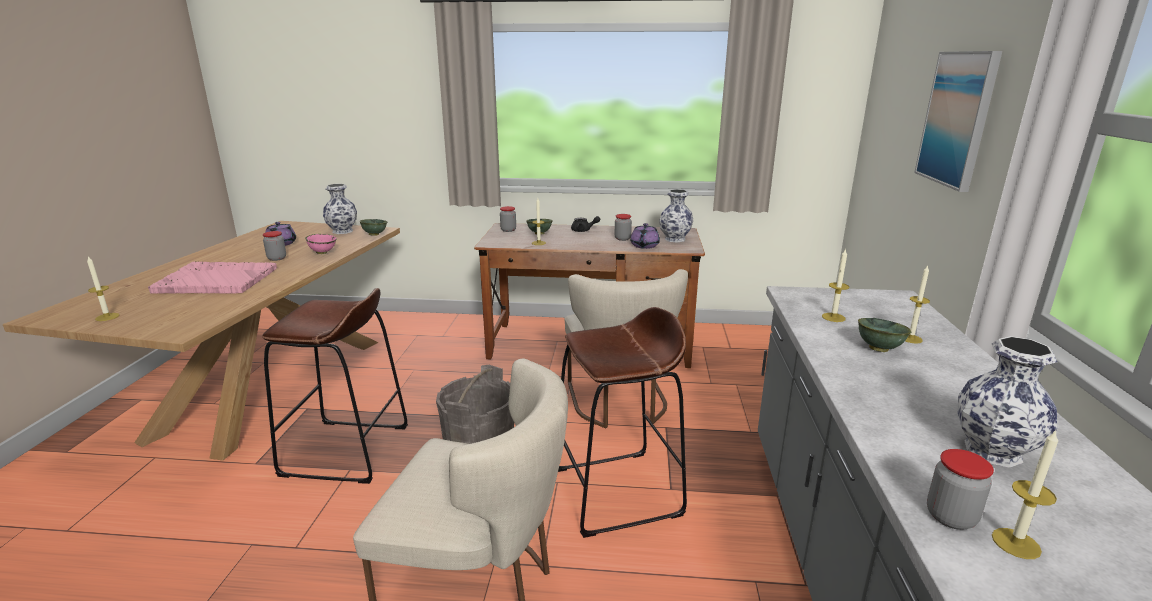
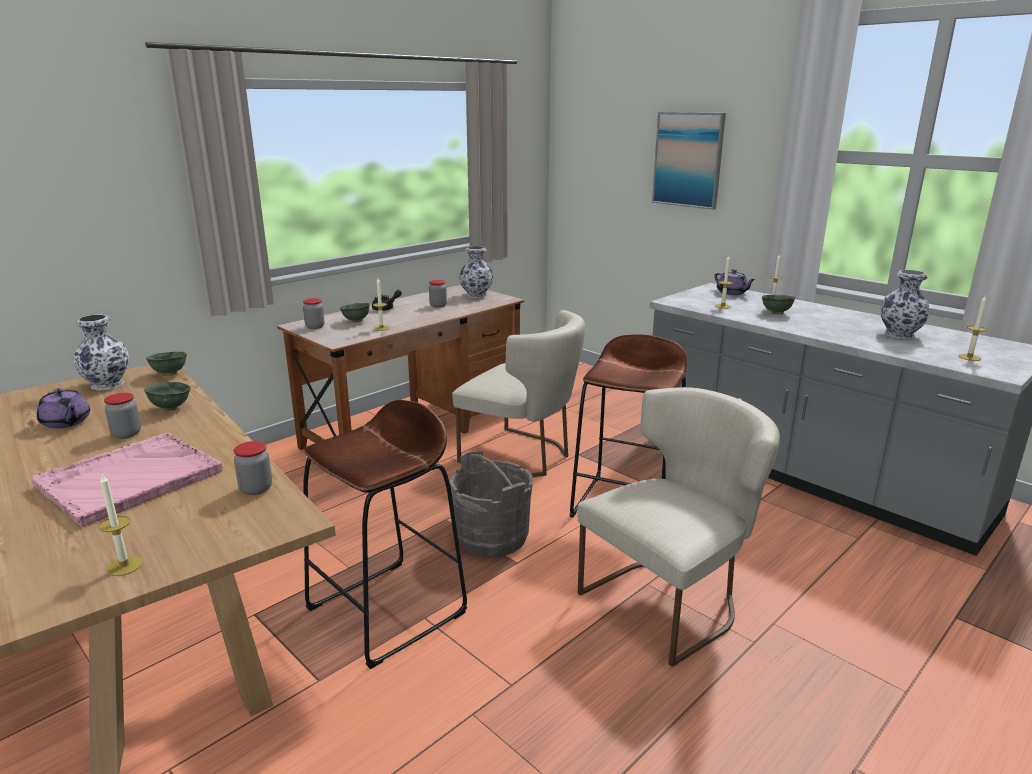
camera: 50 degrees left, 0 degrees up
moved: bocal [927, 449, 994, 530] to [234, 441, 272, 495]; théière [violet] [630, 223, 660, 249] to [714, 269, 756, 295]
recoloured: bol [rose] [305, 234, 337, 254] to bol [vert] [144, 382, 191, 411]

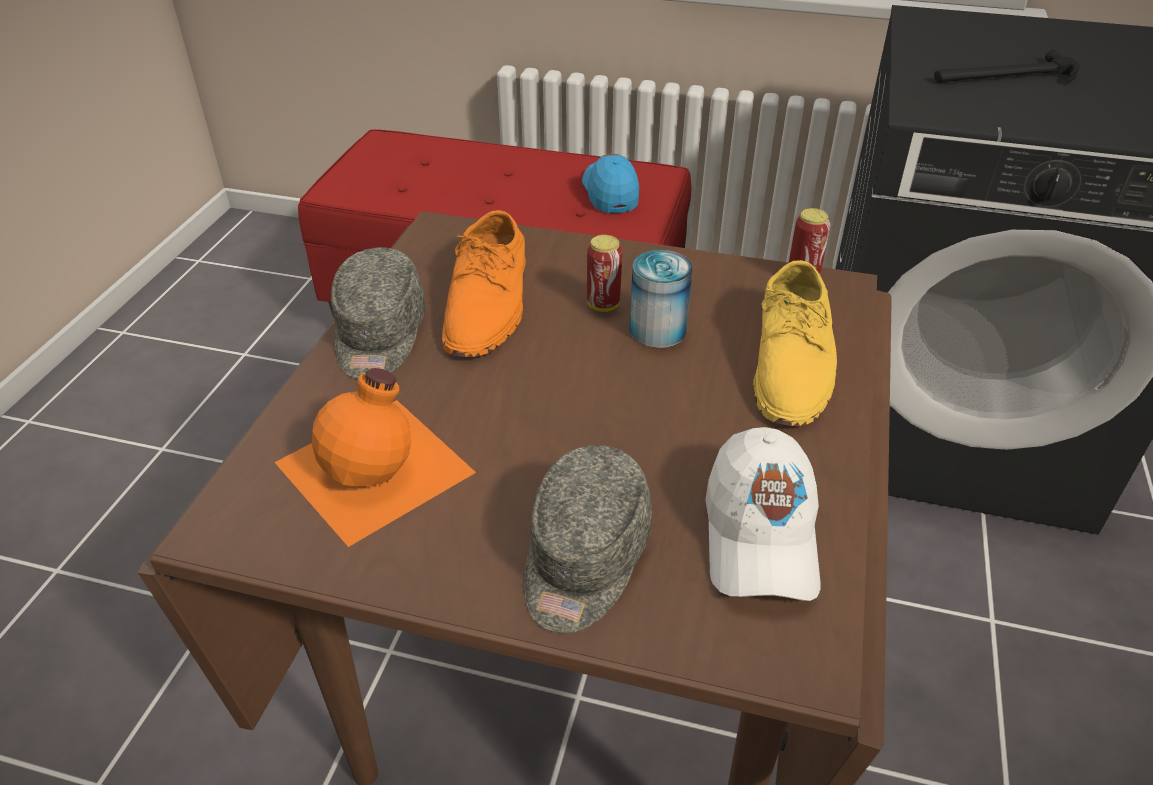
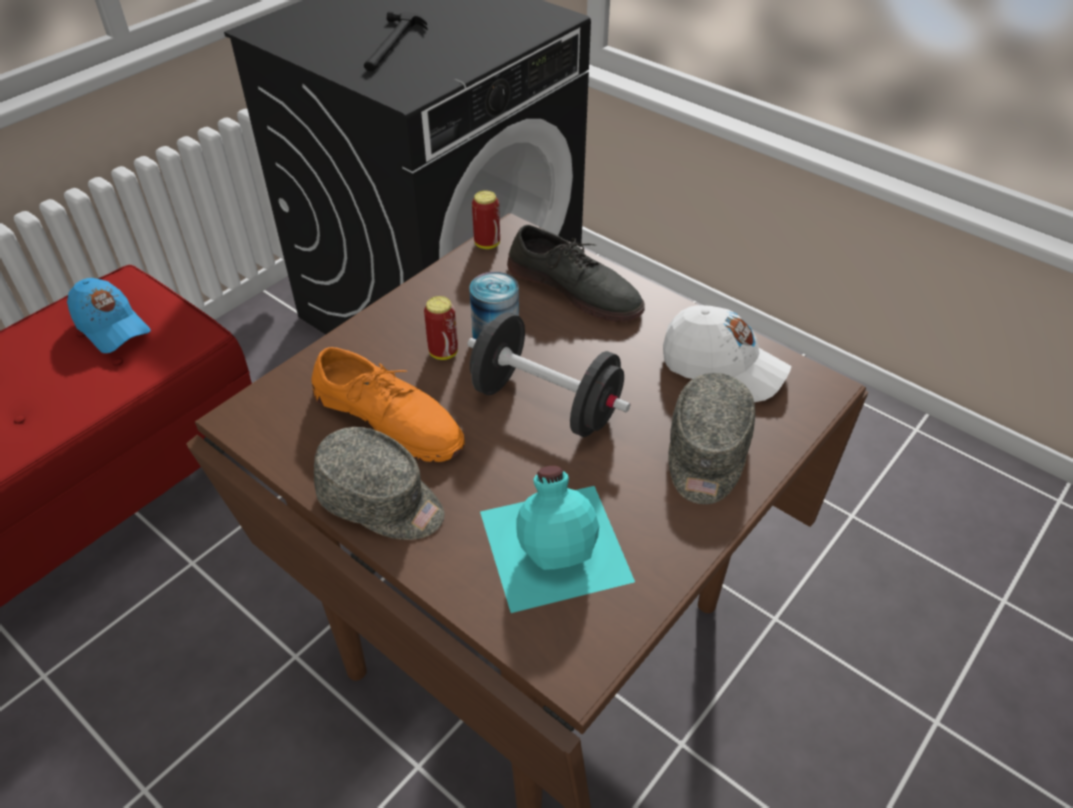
camera: 65 degrees left, 5 degrees up
added: haltère [noir] [467, 312, 630, 437]
recoloured: bouteille [orange] [275, 368, 476, 547] to bouteille [turquoise] [480, 466, 635, 613]; chaussure [jaune] [753, 260, 837, 426] to chaussure [gris] [507, 225, 645, 322]
turned: casquette [bleu] [582, 154, 639, 213] = [67, 278, 150, 353] 150 degrees counterclockwise; casquette [gris] [524, 445, 651, 633] = [668, 373, 755, 504] 60 degrees clockwise

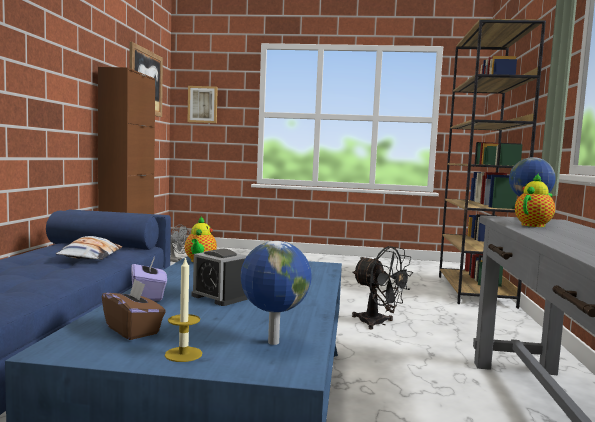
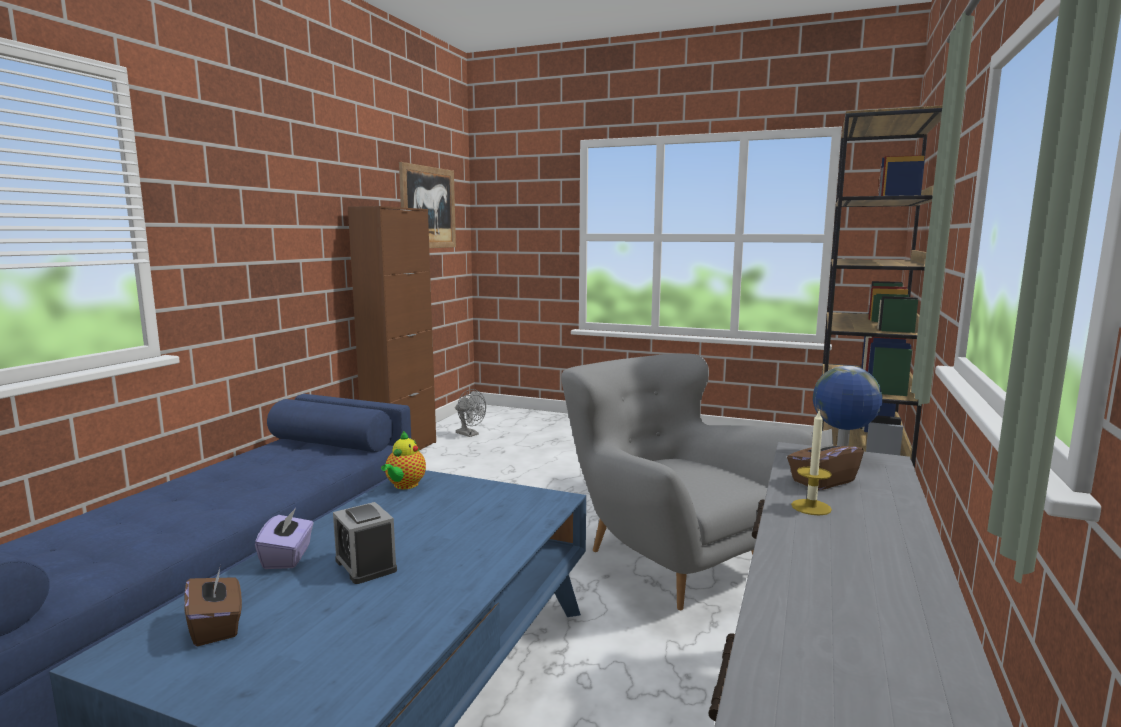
camera: 15 degrees right, 5 degrees up
removed: coussin [56, 236, 122, 260]; tableau [188, 86, 218, 123]; globe [241, 241, 312, 345]
moved: bougie [164, 257, 202, 362] to [791, 409, 832, 515]
replaced: ventilateur [noir] [352, 246, 413, 330] to fauteuil [gris] [561, 353, 812, 610]; théière [515, 173, 555, 227] to boîte à mouchoirs [marron] [787, 429, 864, 490]

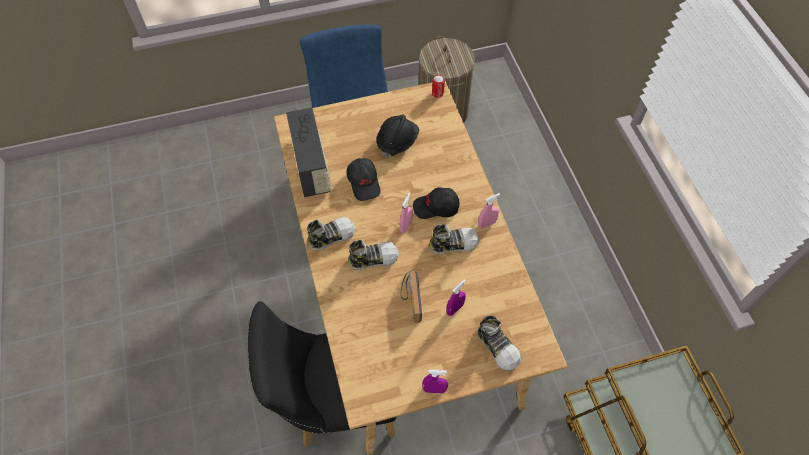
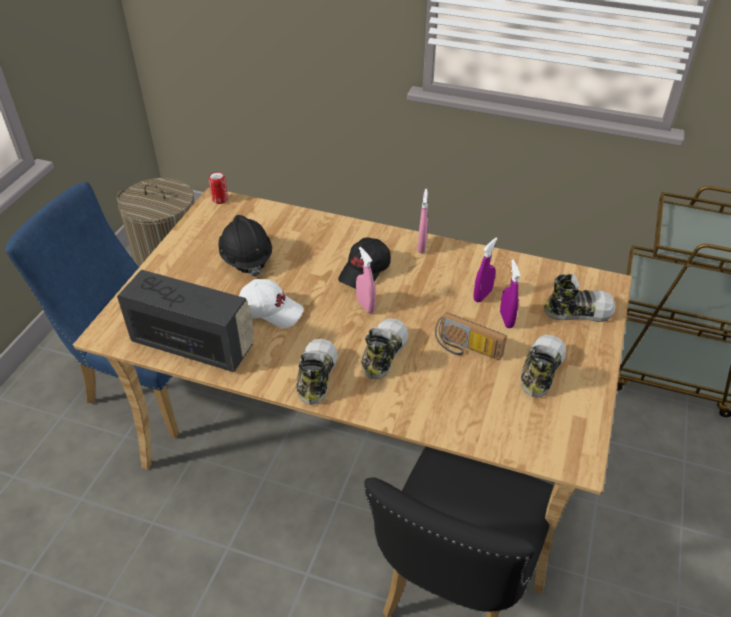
camera: 55 degrees left, 15 degrees down
moved: vaporisateur [violet] [422, 370, 448, 394] to [473, 238, 498, 302]; chaussure [428, 224, 479, 254] to [521, 335, 566, 397]
recoloured: casquette [noir] [347, 158, 381, 201] to casquette [blanc] [239, 279, 304, 328]

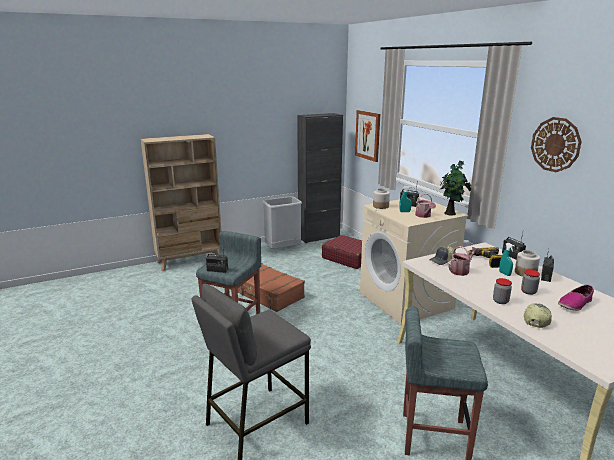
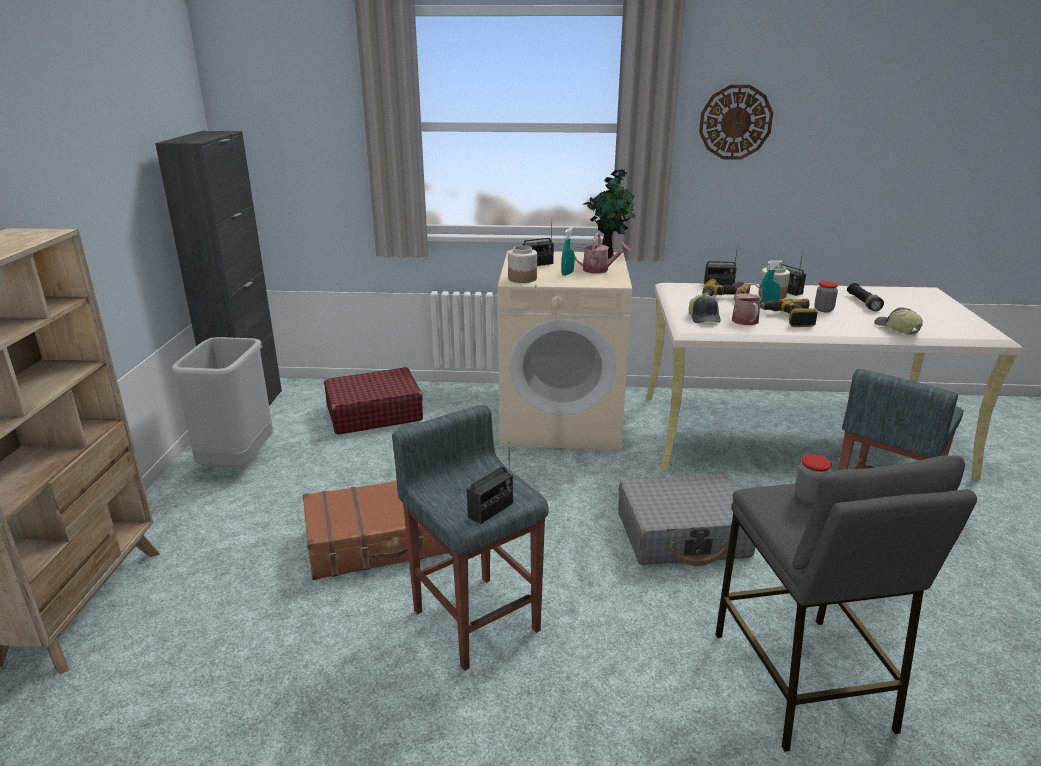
camera: 60 degrees left, 5 degrees up
removed: tableau [355, 110, 380, 162]
added: valise [gris] [618, 474, 755, 566]; perceuse [760, 299, 818, 327]
moved: bocal [493, 278, 512, 304] to [795, 454, 832, 505]
replaced: chaussure [558, 285, 594, 311] to lampe de poche [noir] [847, 283, 884, 311]

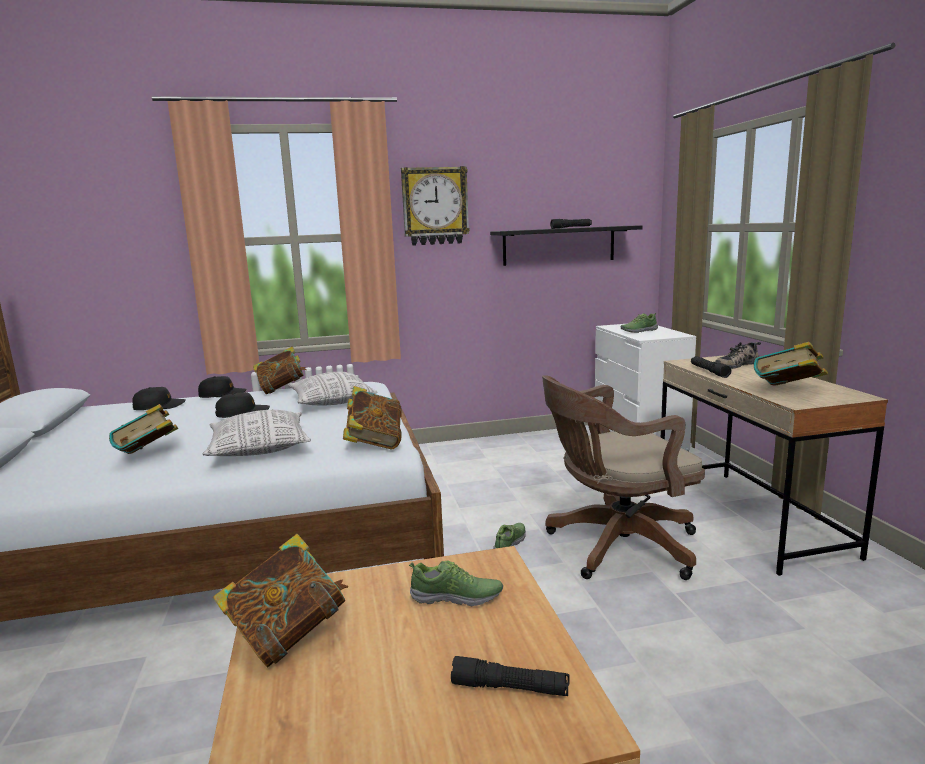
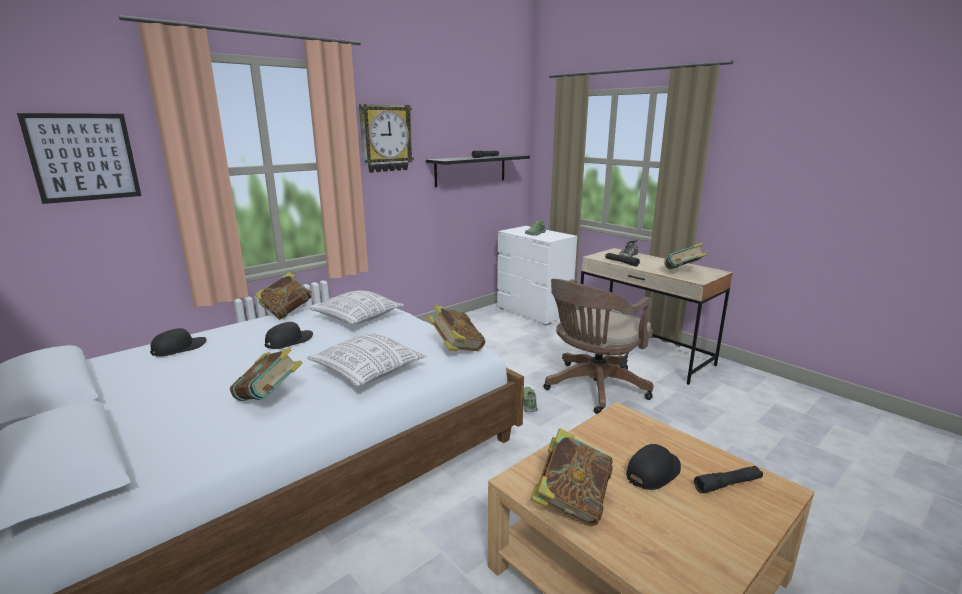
camera: 30 degrees left, 5 degrees up
removed: chaussure [409, 561, 503, 606]
added: tableau [17, 113, 141, 204]
moved: casquette [noir] [198, 376, 247, 398] to [626, 444, 681, 490]

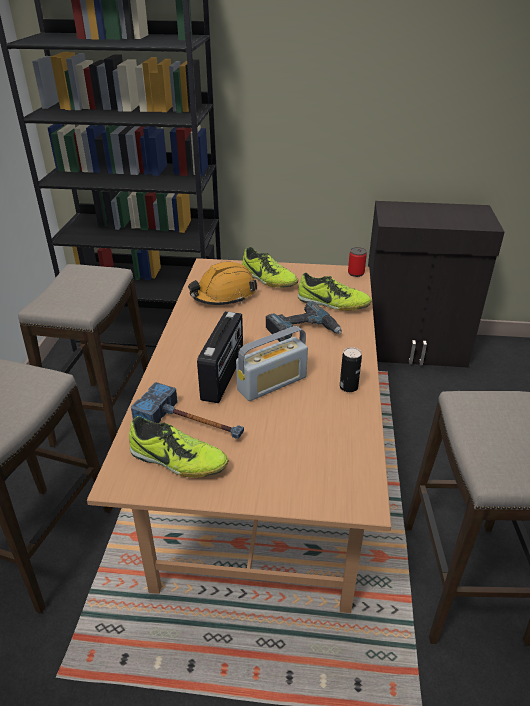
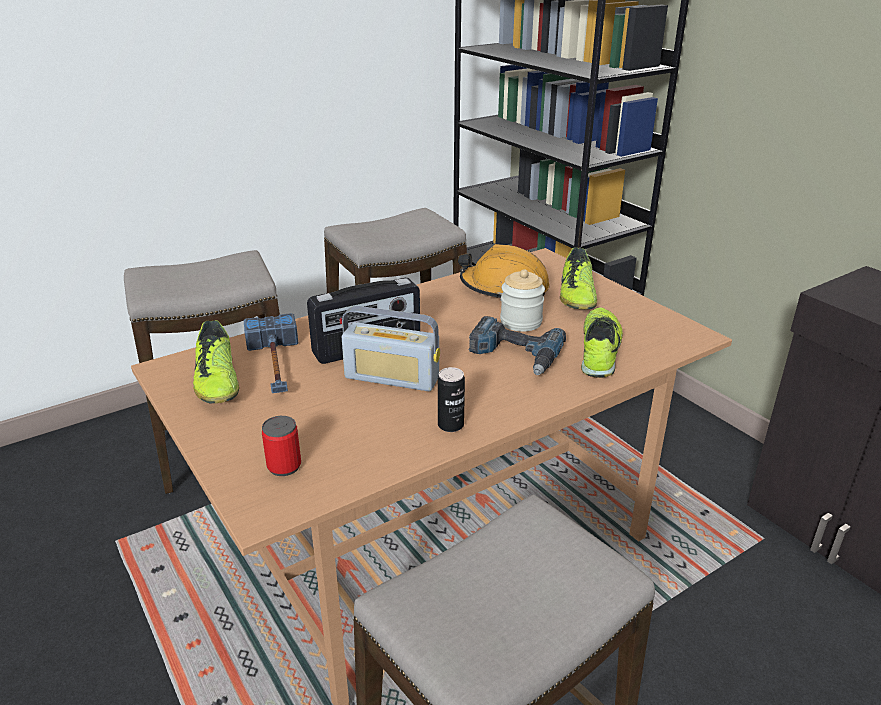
camera: 50 degrees right, 5 degrees down
added: bocal [500, 269, 545, 332]
moved: boîte métallique [348, 247, 367, 277] to [262, 416, 301, 476]
turned: chaussure [298, 273, 372, 311] = [581, 308, 623, 378] 150 degrees counterclockwise

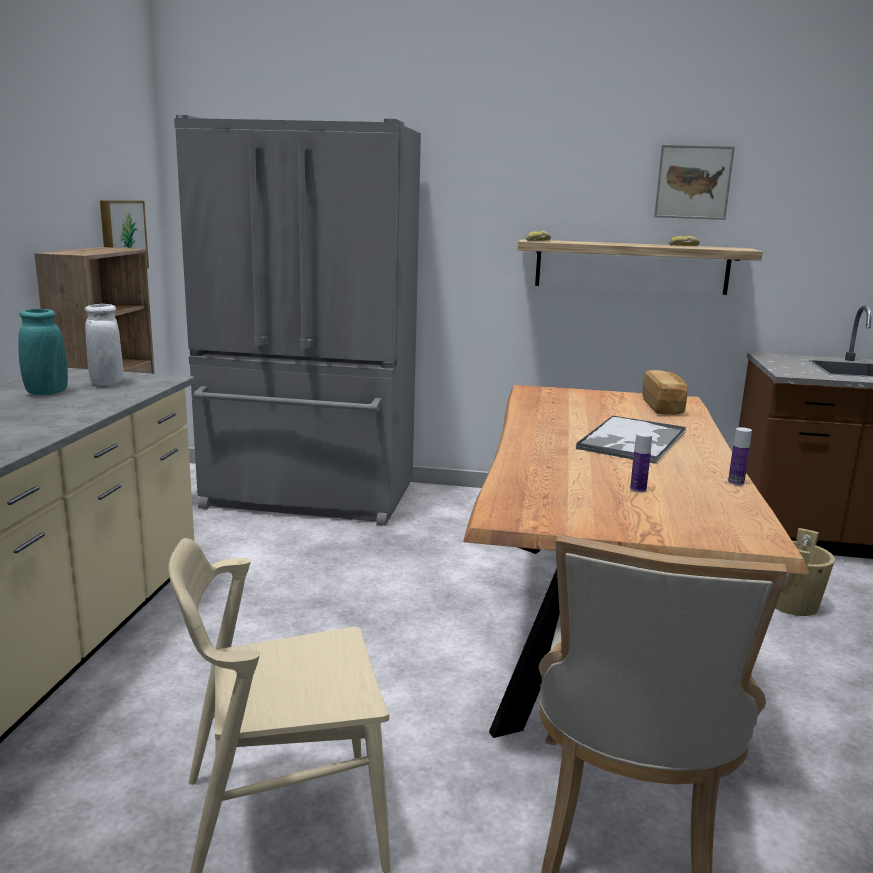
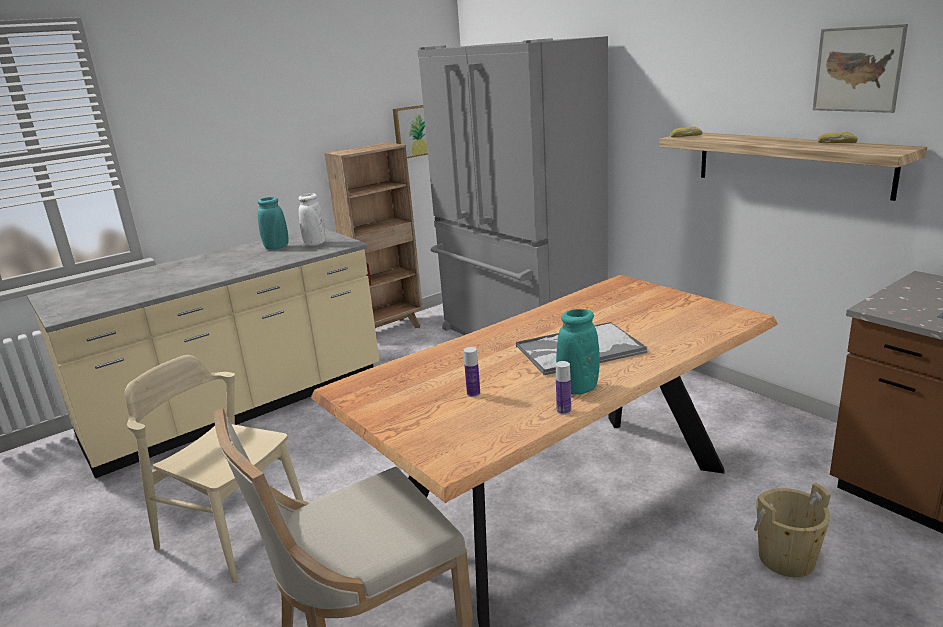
camera: 45 degrees right, 5 degrees up
removed: pain [642, 370, 688, 415]
added: vase [turquoise] [556, 309, 600, 395]

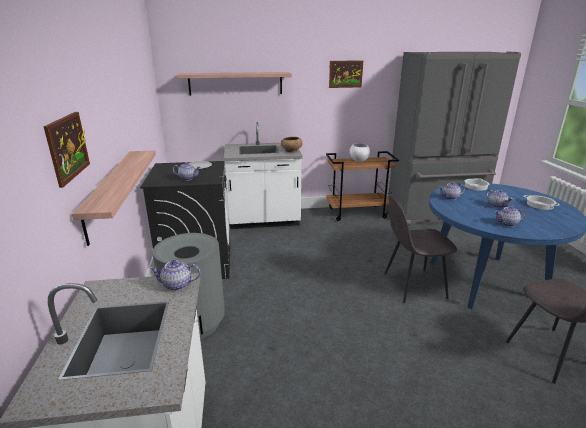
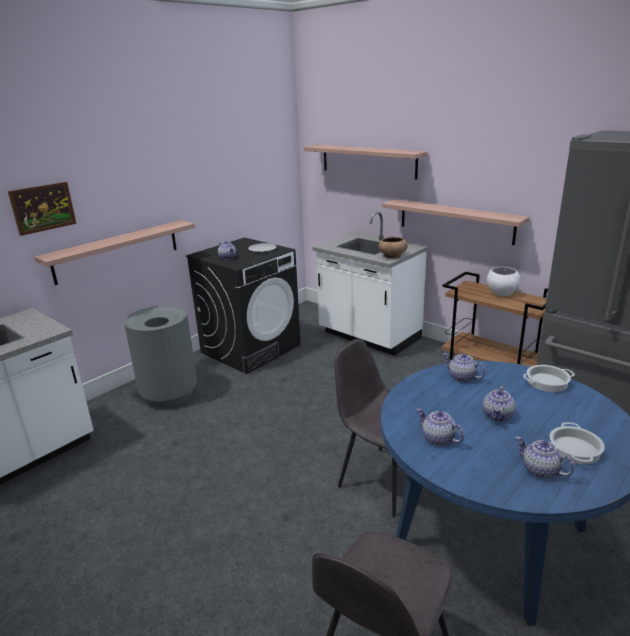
camera: 50 degrees right, 0 degrees up
removed: tableau [329, 61, 363, 88]
added: étagère [382, 199, 530, 245]
moved: théière [149, 260, 200, 291] to [515, 436, 574, 479]

